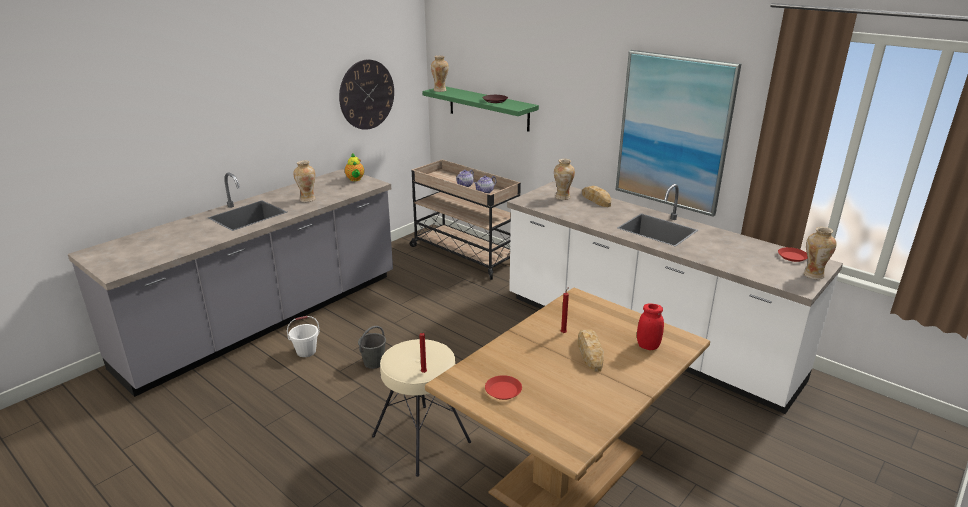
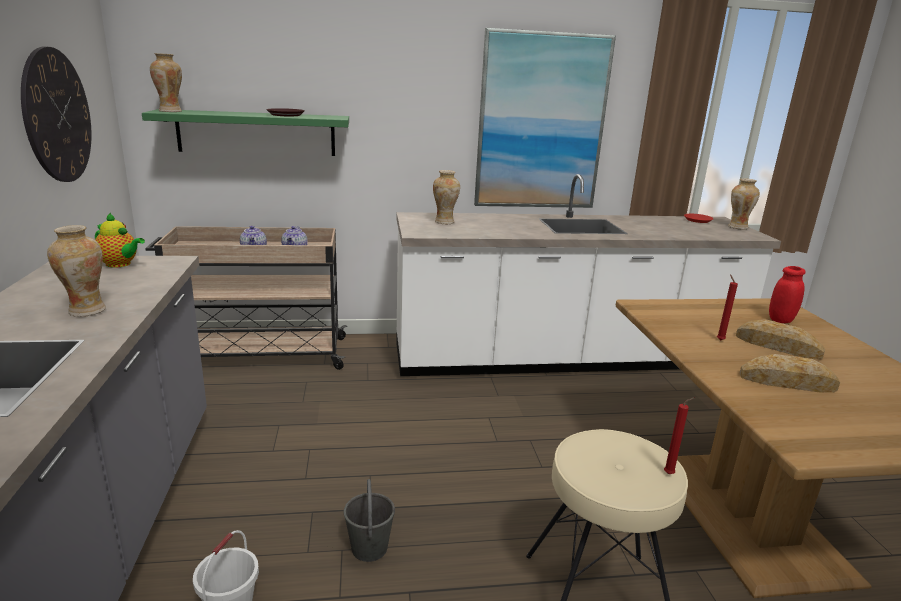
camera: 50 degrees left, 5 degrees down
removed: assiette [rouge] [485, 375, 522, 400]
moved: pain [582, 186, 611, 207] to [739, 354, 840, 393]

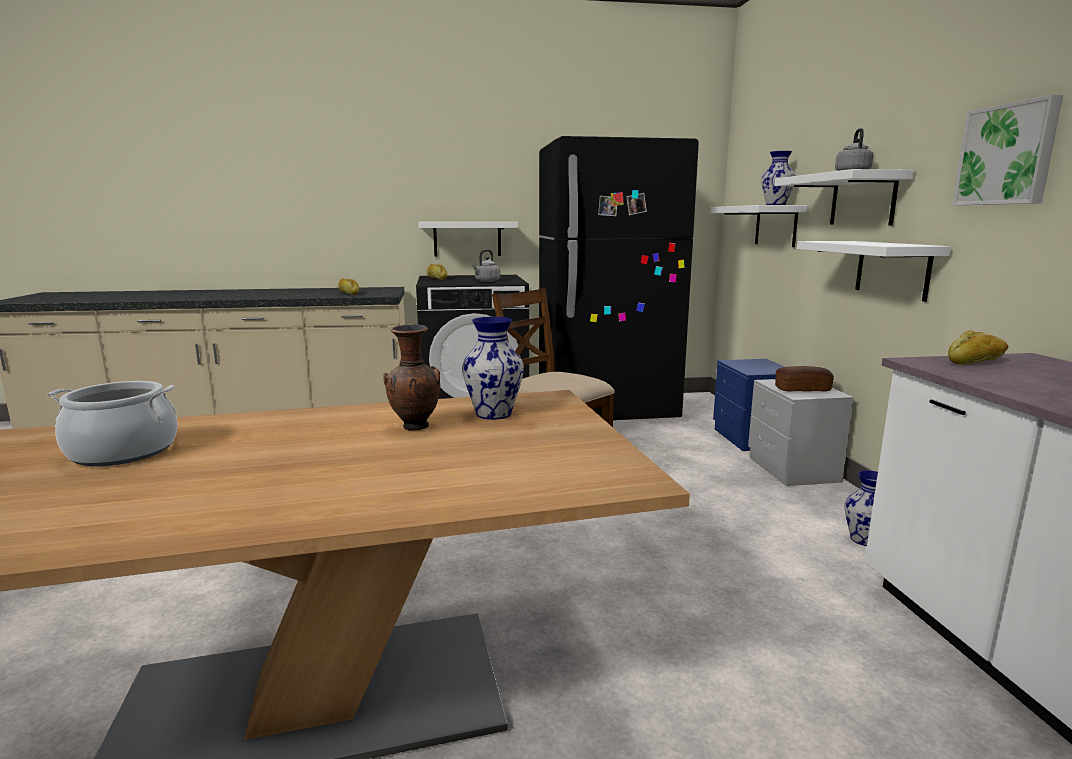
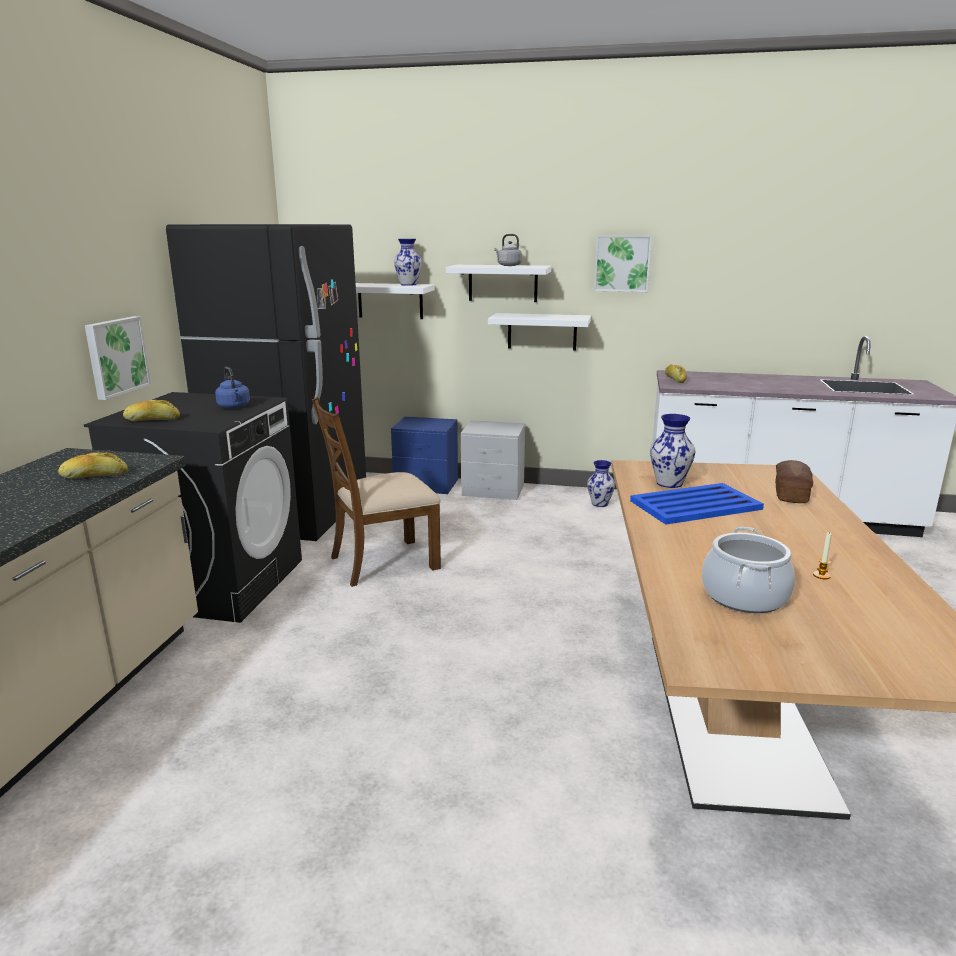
camera: 70 degrees left, 5 degrees up
added: bougie [813, 532, 832, 579]
moved: pain [775, 366, 834, 392] to [775, 460, 813, 503]
replaced: étagère [blanc] [419, 222, 518, 257] to tableau [85, 316, 151, 400]; vase [marron] [383, 324, 440, 431] to plateau [bleu] [630, 483, 764, 525]
recoloured: bouilloire [gris] [472, 250, 500, 282] to bouilloire [bleu] [215, 367, 250, 408]

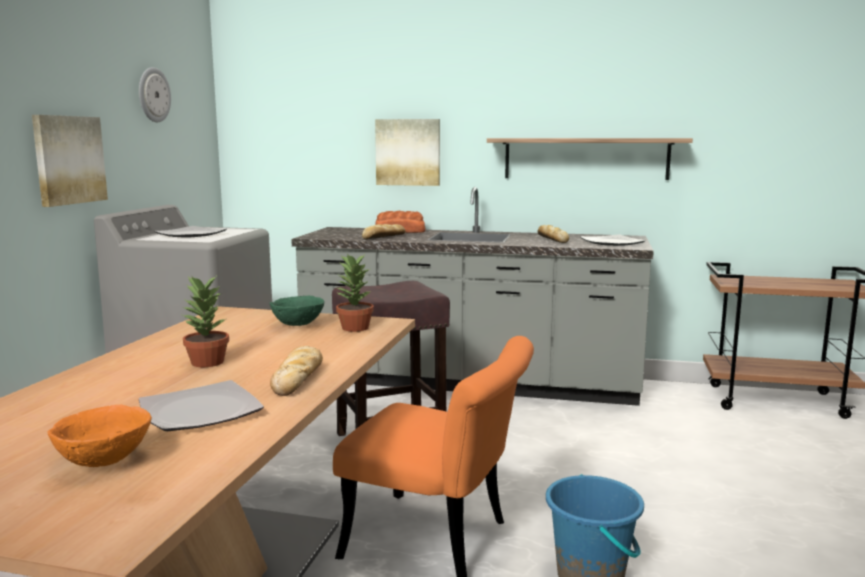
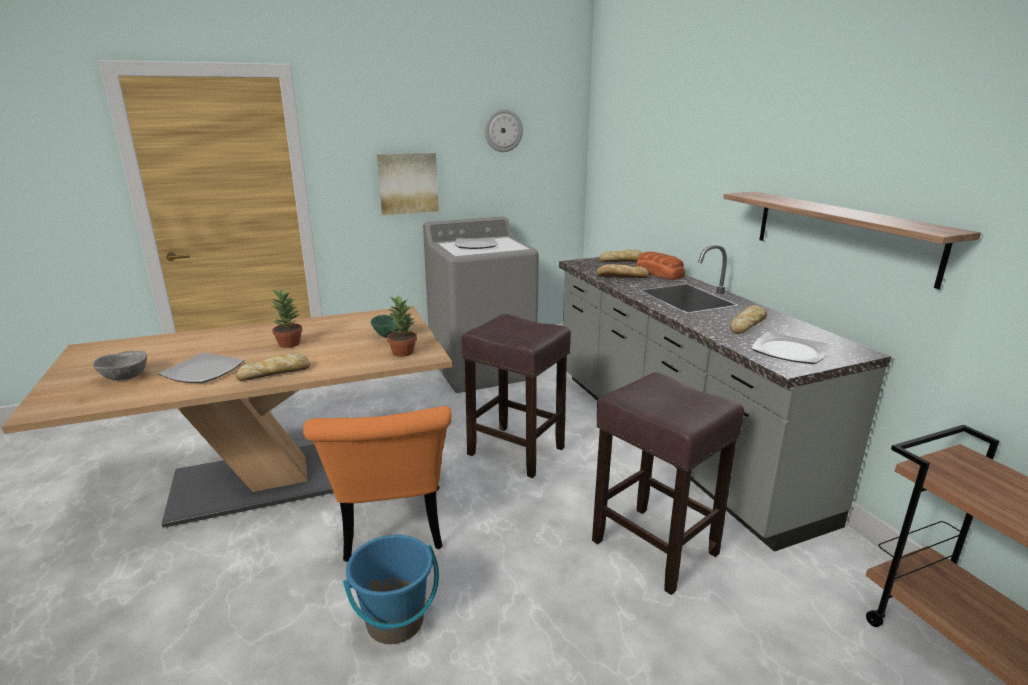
camera: 55 degrees right, 10 degrees up
removed: tableau [375, 119, 440, 186]
added: tabouret [marron] [592, 372, 744, 595]; pain [599, 250, 643, 262]
recoloured: bol [orange] [47, 405, 152, 467] to bol [gris] [92, 351, 147, 381]

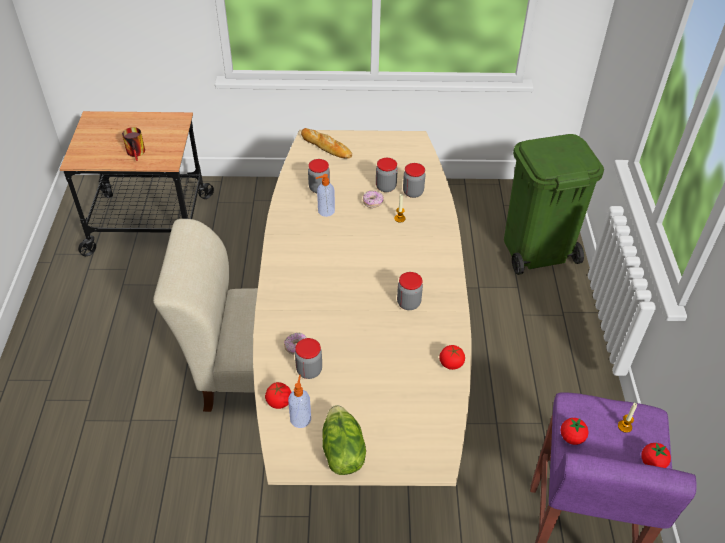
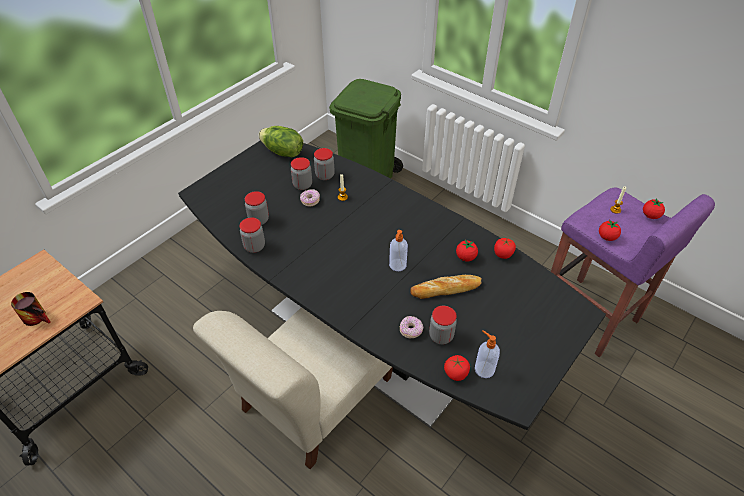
camera: 50 degrees left, 0 degrees up
added: tomate [456, 240, 478, 261]
moved: bocal [397, 272, 423, 310] to [240, 217, 265, 253]; laitue [322, 405, 366, 475] to [259, 126, 303, 157]; distributeur de savon [316, 174, 335, 217] to [389, 230, 408, 271]; pain [301, 128, 352, 159] to [410, 275, 482, 299]
recoloured: table à manger [beige] [253, 130, 472, 486] to table à manger [noir] [178, 140, 606, 430]

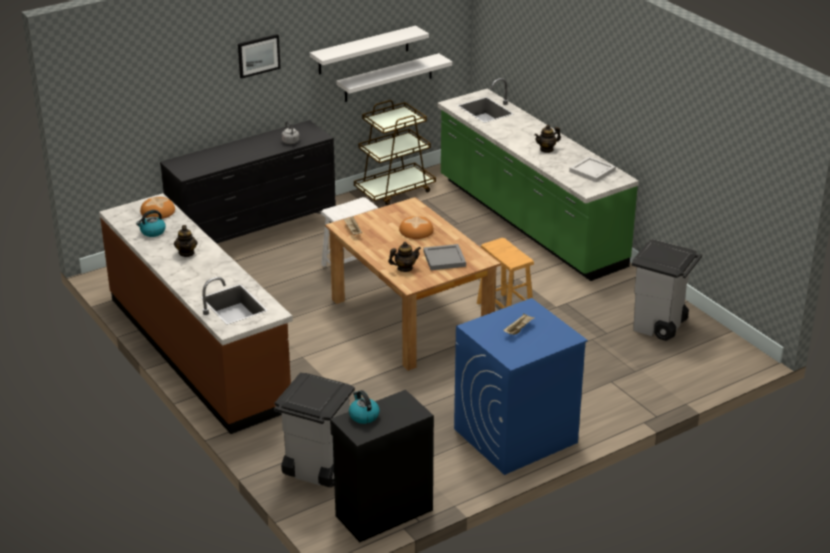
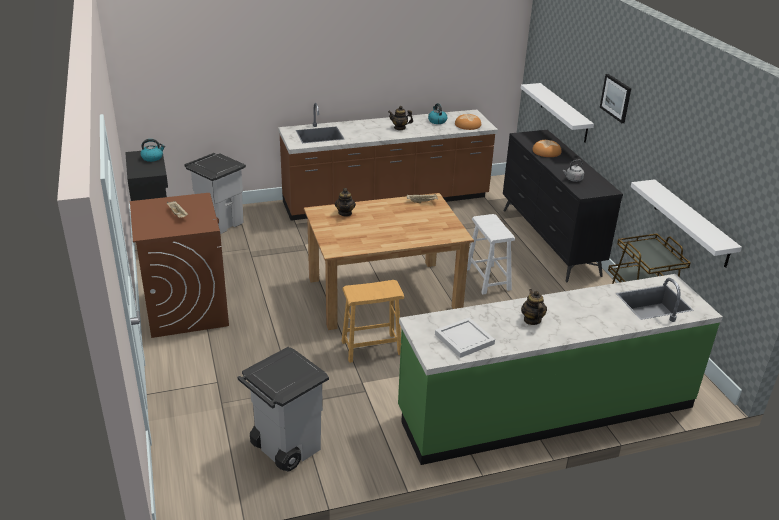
camera: 105 degrees right, 0 degrees up
removed: plateau [gris] [424, 244, 466, 270]
moved: étagère [blanc] [310, 26, 429, 75] to [521, 83, 594, 143]; pain [399, 216, 434, 239] to [532, 140, 562, 157]
recoloured: lave-linge [bleu] [454, 298, 588, 475] to lave-linge [marron] [130, 193, 229, 338]

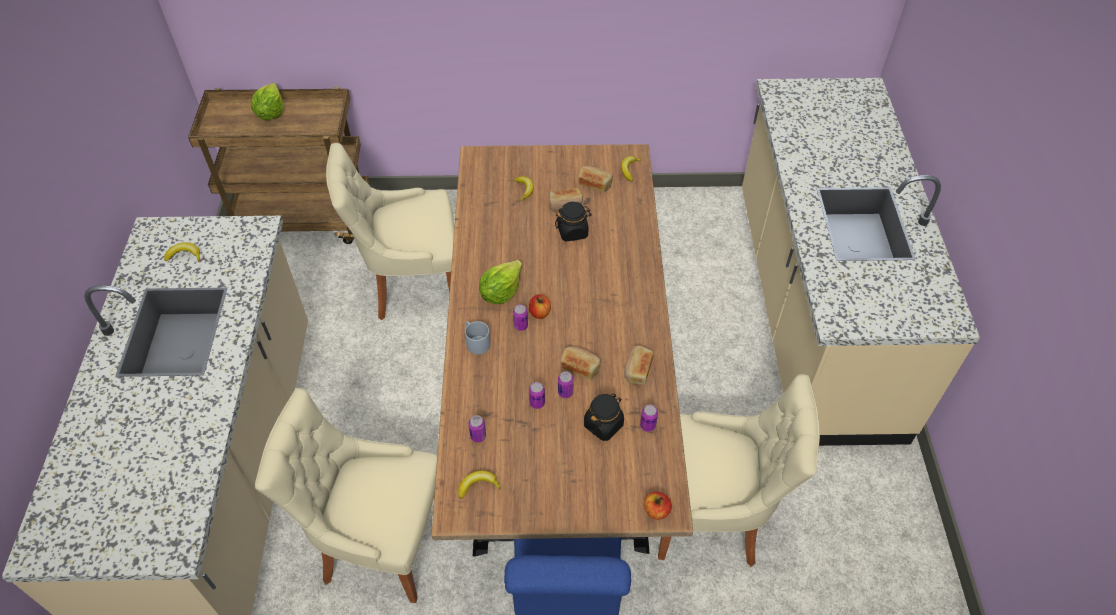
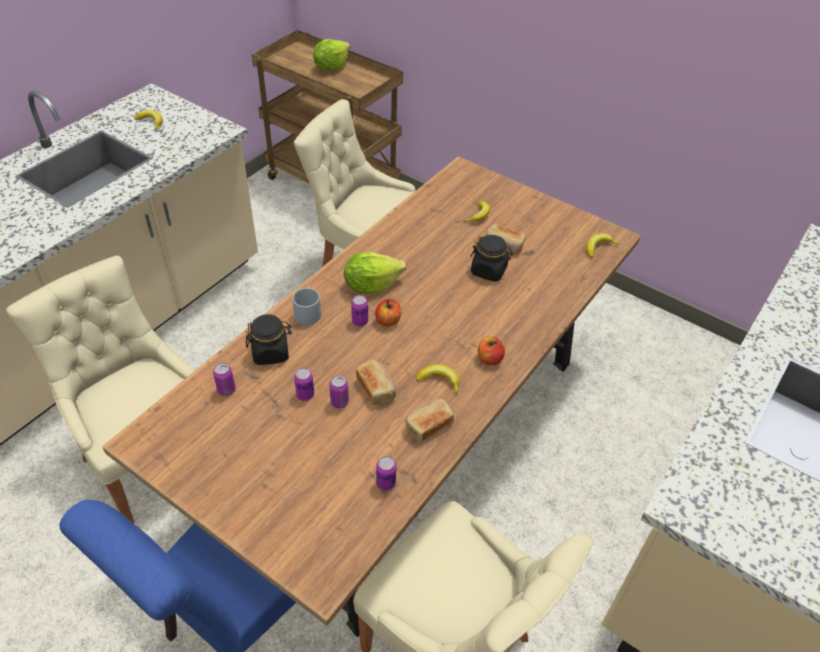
camera: 35 degrees right, 5 degrees down
removed: pain [578, 166, 613, 192]
moved: bocal [noir] [584, 393, 624, 441] to [245, 314, 292, 365]; banane [458, 470, 501, 499] to [416, 364, 460, 394]; pomme [644, 492, 672, 519] to [478, 337, 505, 365]

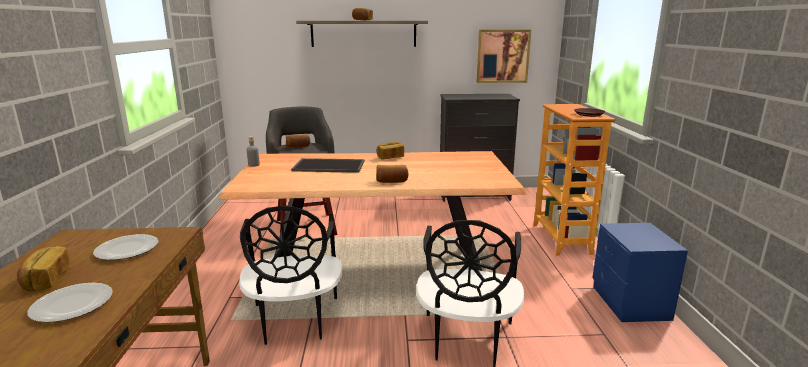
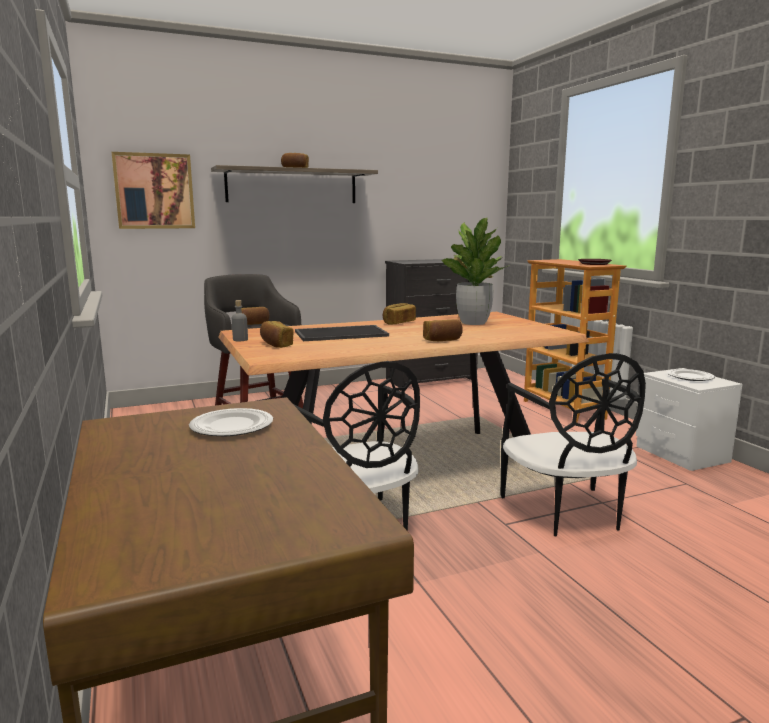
camera: 20 degrees left, 5 degrees down
added: plante en pot [441, 218, 510, 325]
moved: tableau [476, 30, 531, 83] to [112, 152, 195, 229]; pain [17, 246, 71, 291] to [260, 321, 293, 348]; assiette [27, 283, 113, 323] to [667, 369, 715, 381]
recoloured: table de chevet [bleu] [593, 223, 688, 322] to table de chevet [blanc] [636, 368, 743, 471]

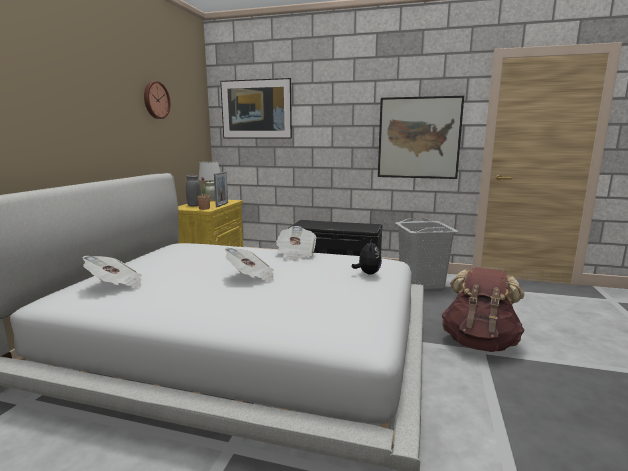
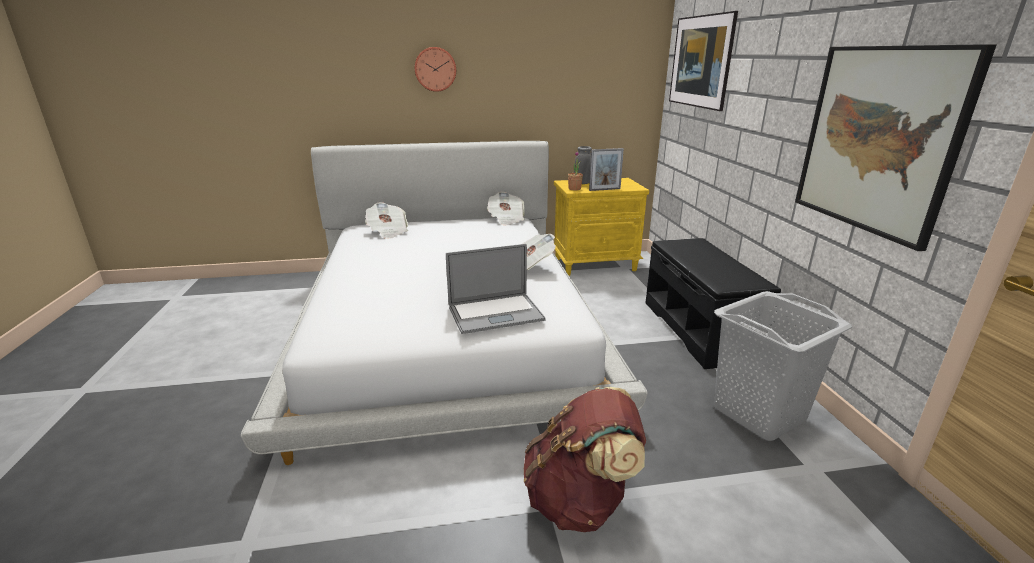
camera: 65 degrees right, 10 degrees up
removed: lampe de table [blanc] [198, 162, 220, 201]
moved: horloge murale [144, 81, 170, 119] to [415, 47, 456, 92]; journal [225, 248, 274, 282] to [487, 192, 525, 226]
replaced: peluche [352, 241, 382, 275] to ordinateur portable [446, 244, 546, 334]

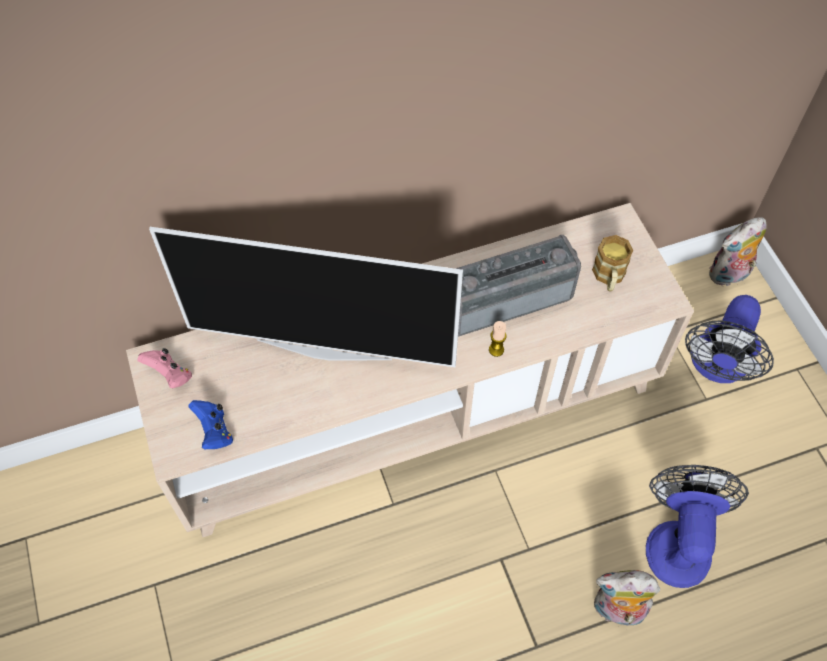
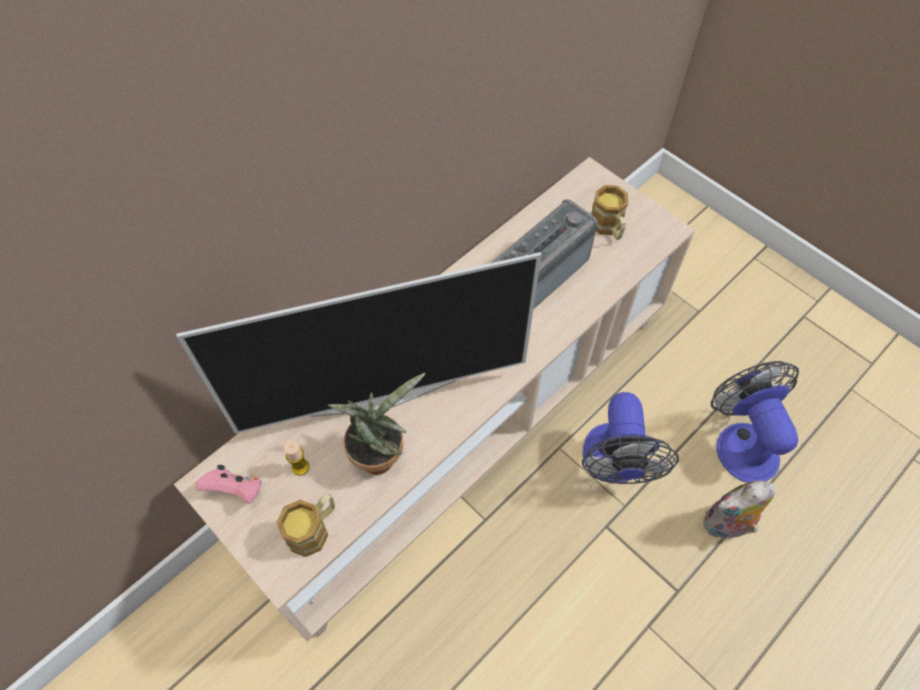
camera: 25 degrees left, 0 degrees up
removed: peluche [709, 217, 767, 286]
added: plante en pot [327, 373, 425, 475]
moved: bougie [489, 321, 507, 357] to [284, 440, 309, 476]; ventilateur [685, 295, 774, 383] to [582, 392, 679, 484]
replaced: manette [bleu] [188, 400, 233, 449] to mug [276, 493, 335, 557]

